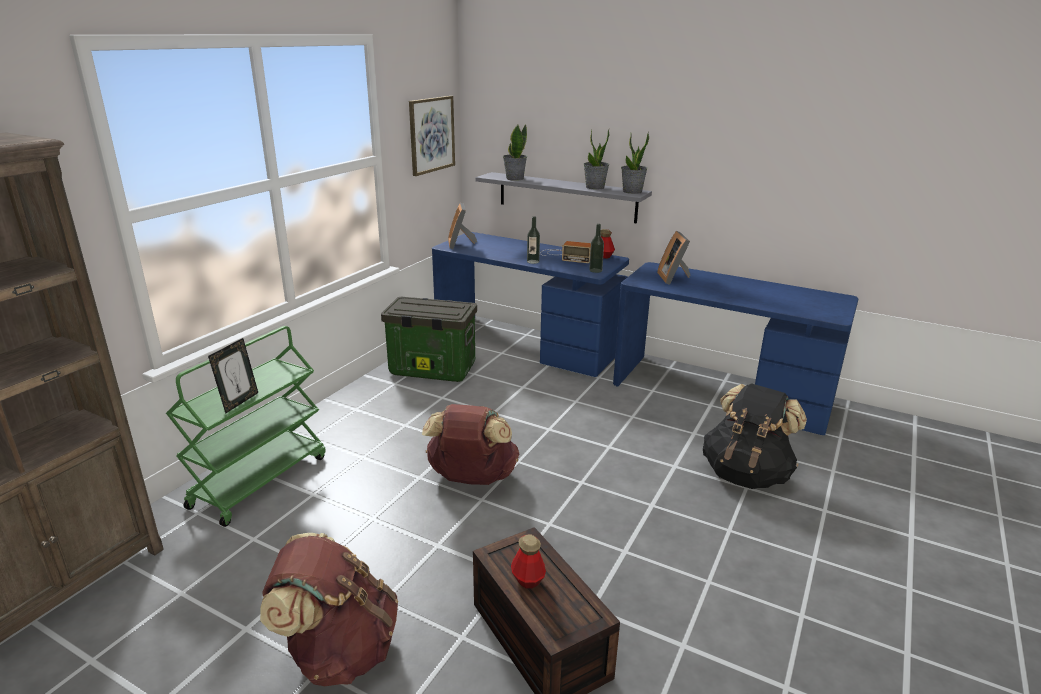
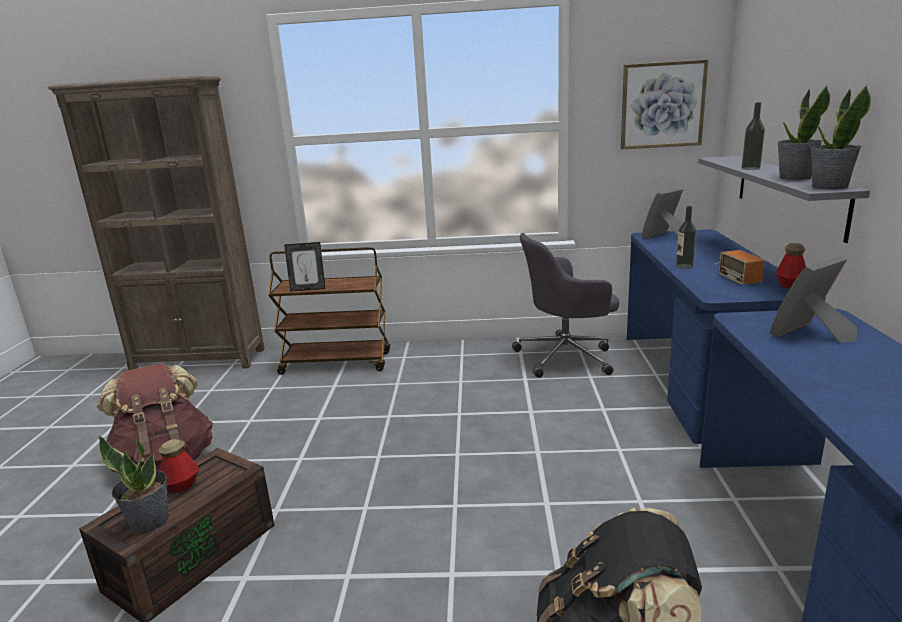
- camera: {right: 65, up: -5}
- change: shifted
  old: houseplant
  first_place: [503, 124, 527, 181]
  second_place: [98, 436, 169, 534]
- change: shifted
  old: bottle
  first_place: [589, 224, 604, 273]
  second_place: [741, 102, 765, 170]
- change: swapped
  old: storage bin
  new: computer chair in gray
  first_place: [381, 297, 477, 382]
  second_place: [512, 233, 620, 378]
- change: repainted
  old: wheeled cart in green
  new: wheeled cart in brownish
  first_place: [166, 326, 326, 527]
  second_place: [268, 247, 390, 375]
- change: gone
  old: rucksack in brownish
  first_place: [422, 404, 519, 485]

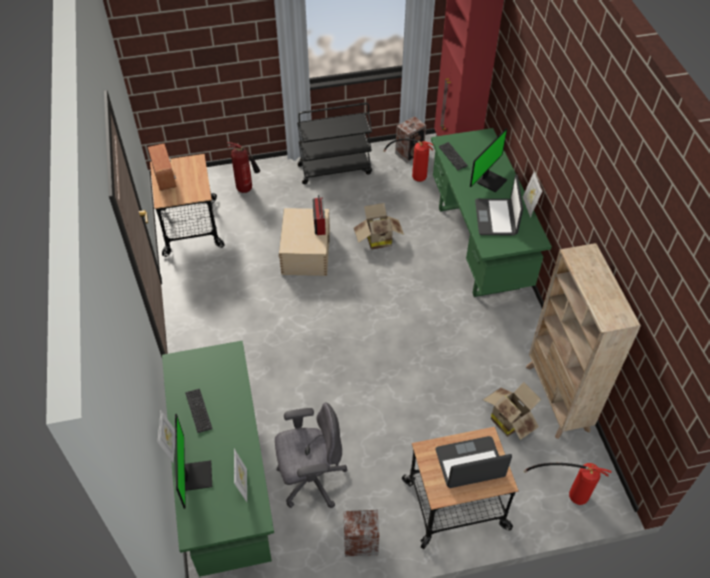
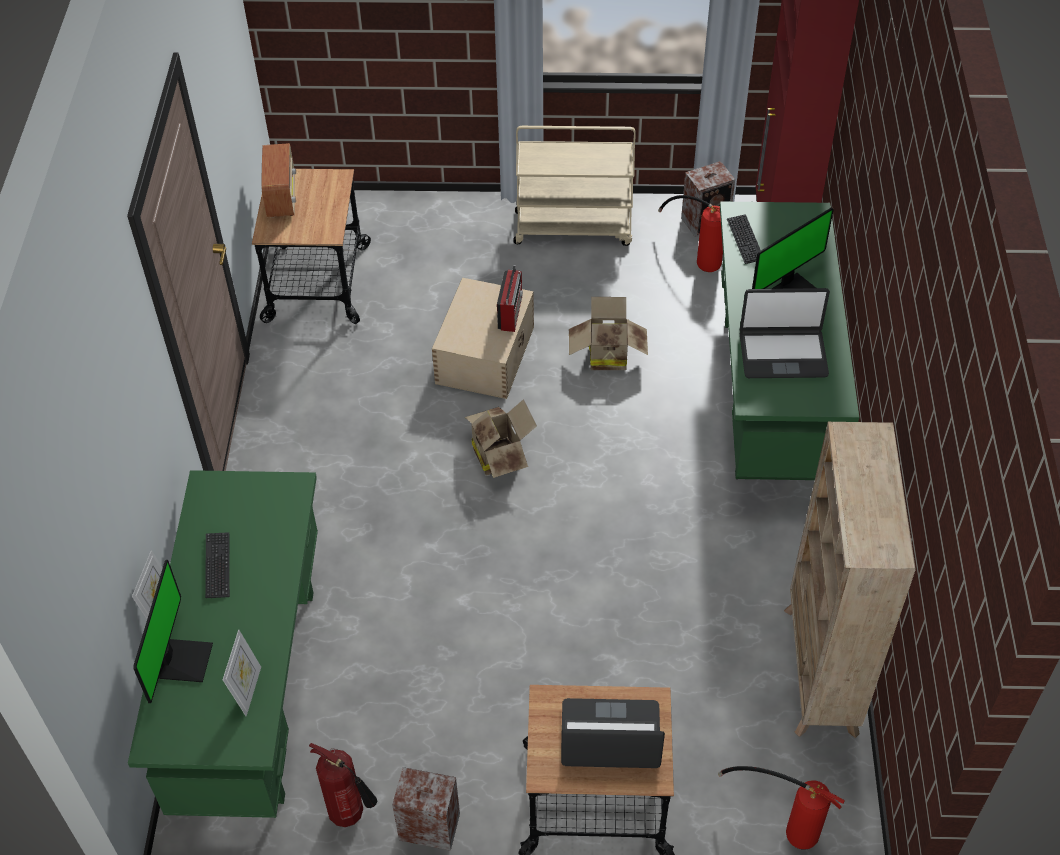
- camera: {right: 15, up: 0}
- change: repainted
  old: wheeled cart in black
  new: wheeled cart in beige-coloured
  first_place: [297, 103, 372, 184]
  second_place: [513, 126, 636, 246]
- change: shifted
  old: fire-fighting cylinder
  first_place: [227, 142, 260, 193]
  second_place: [309, 743, 377, 827]
- change: gone
  old: photo frame
  first_place: [523, 172, 542, 217]
- change: rotated
  old: laptop
  first_place: [475, 174, 523, 235]
  second_place: [740, 288, 830, 378]
  degrees: -105
- change: shifted
  old: packing box
  first_place: [483, 382, 541, 440]
  second_place: [465, 399, 537, 478]
- change: gone
  old: computer chair in gray
  first_place: [275, 403, 347, 508]

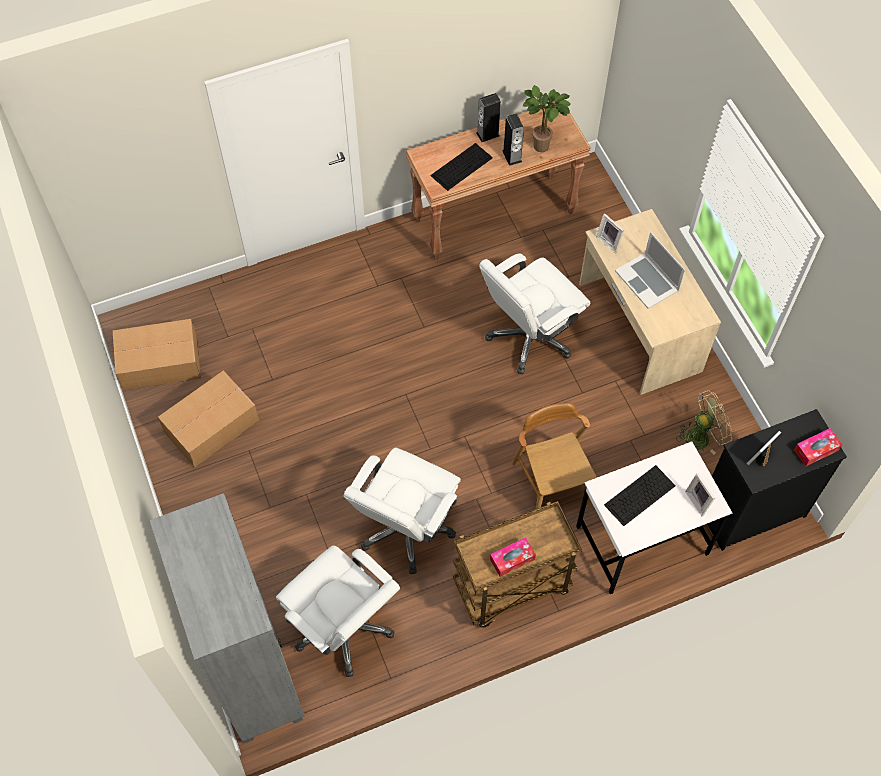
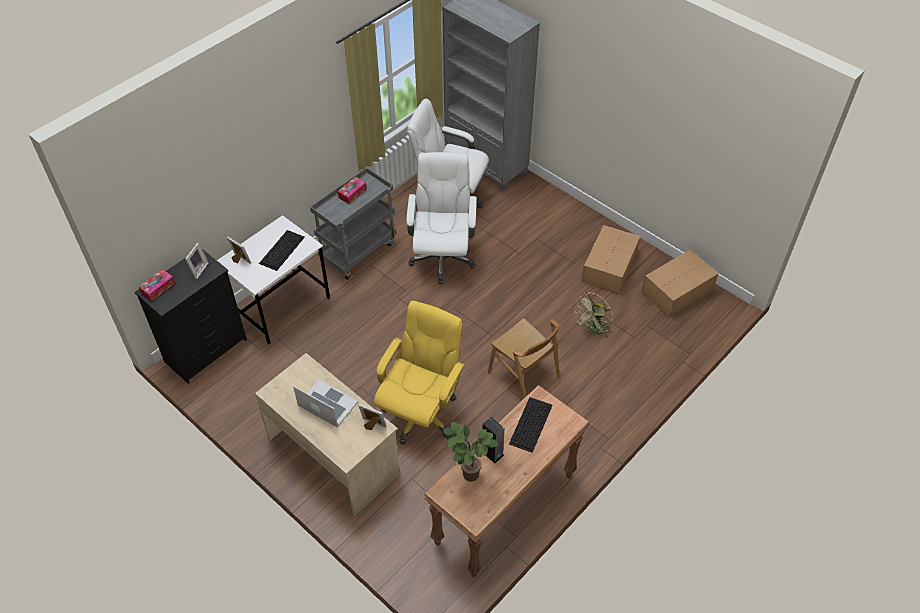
- camera: {right: 155, up: -10}
- change: gone
  old: audio speaker
  first_place: [476, 93, 501, 142]
- change: repainted
  old: computer chair in white-coloured
  new: computer chair in yellowish
  first_place: [479, 253, 591, 374]
  second_place: [374, 301, 465, 445]
- change: shifted
  old: electric fan in green
  first_place: [676, 390, 733, 454]
  second_place: [574, 292, 613, 338]
- change: shifted
  old: plain chair in brownish
  first_place: [512, 403, 597, 509]
  second_place: [488, 318, 560, 398]
- change: repainted
  old: wheeled cart in brownish
  new: wheeled cart in gray
  first_place: [453, 501, 582, 627]
  second_place: [310, 167, 397, 280]

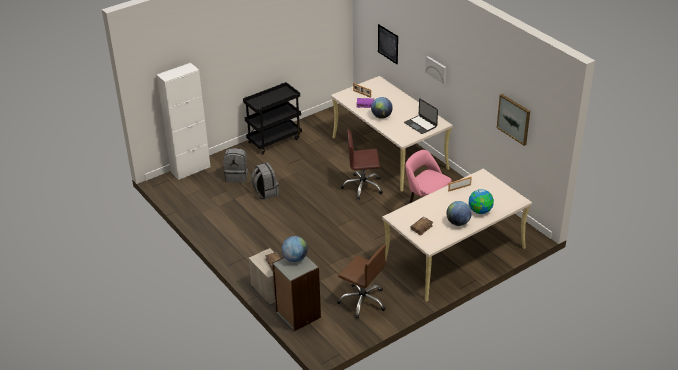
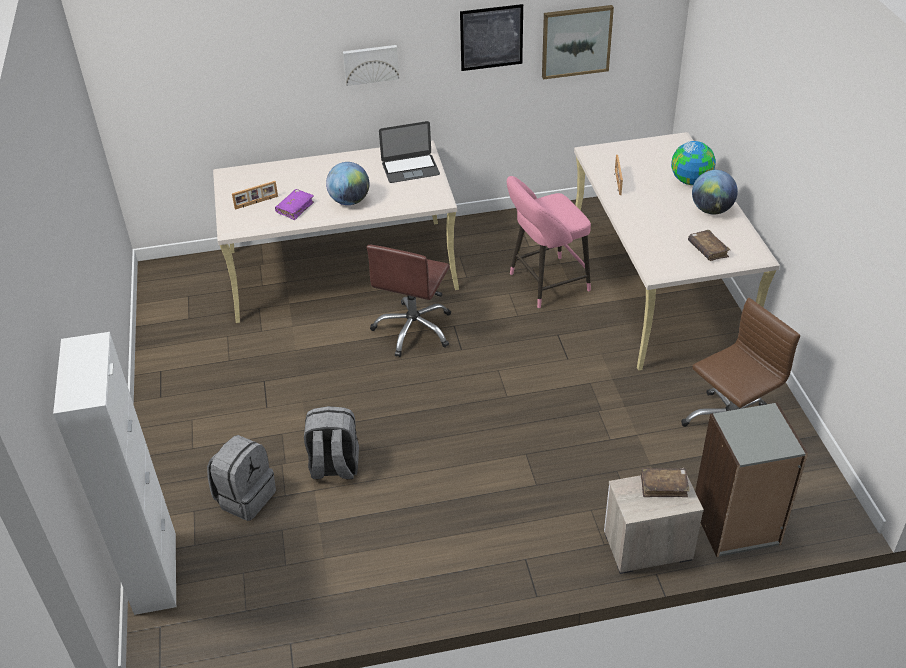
- camera: {right: -65, up: 5}
- change: shifted
  old: wall art
  first_place: [378, 24, 398, 64]
  second_place: [460, 4, 523, 71]
- change: gone
  old: wheeled cart in black
  first_place: [243, 82, 302, 155]
- change: gone
  old: world globe
  first_place: [282, 236, 308, 262]

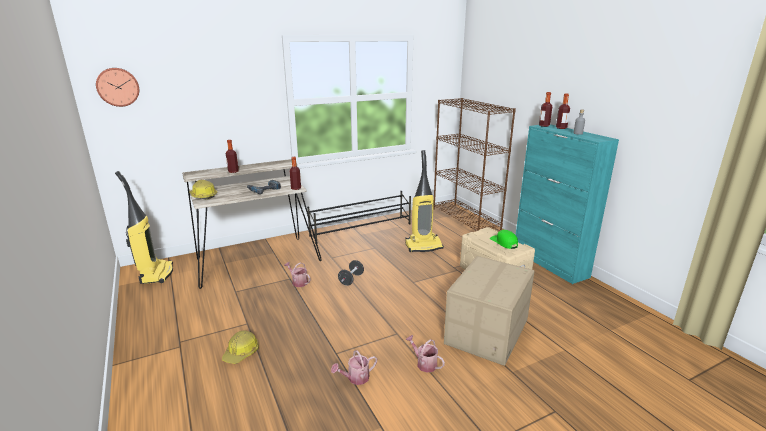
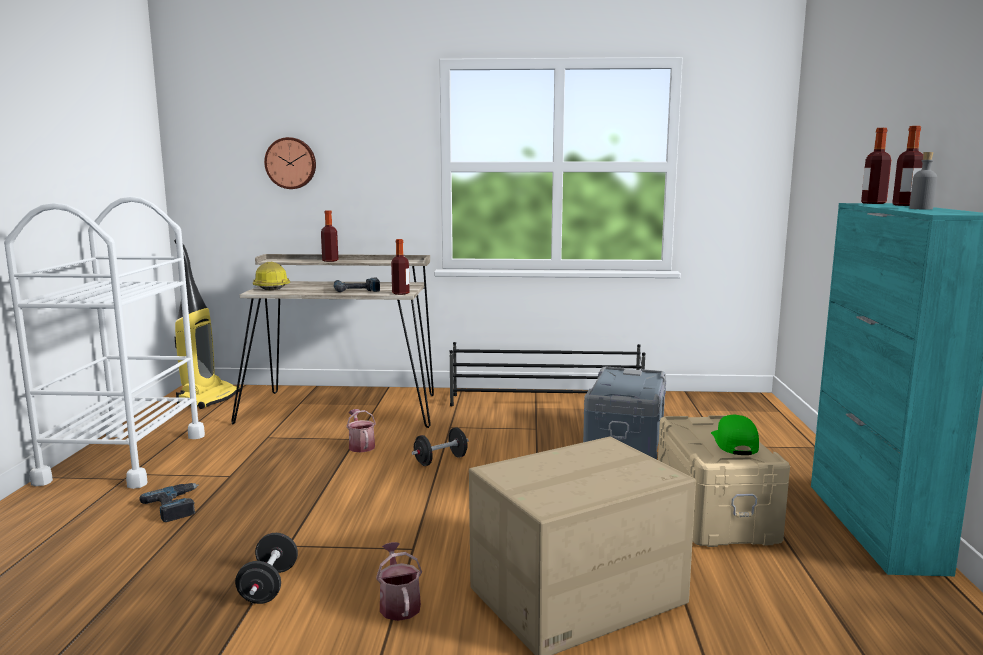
- camera: {right: 30, up: -10}
- change: shifted
  old: clock on the wall
  first_place: [96, 68, 139, 107]
  second_place: [264, 137, 316, 189]
- change: gone
  old: bookshelf in brownish
  first_place: [433, 98, 516, 231]
- change: swapped
  old: hoover
  new: storage bin in gray
  first_place: [405, 150, 444, 252]
  second_place: [583, 367, 666, 460]
- change: swapped
  old: hard hat
  new: electric drill
  first_place: [222, 330, 259, 364]
  second_place: [139, 483, 199, 522]
- change: swapped
  old: watering pot
  new: free weight in black
  first_place: [331, 350, 377, 385]
  second_place: [235, 533, 298, 604]
- change: new
  new: wheeled cart in white-coloured
  second_place: [4, 196, 205, 489]

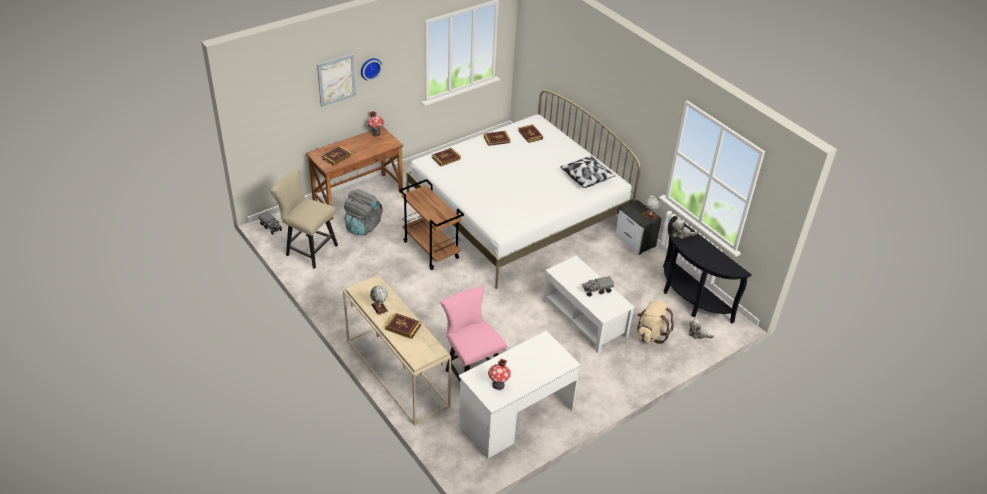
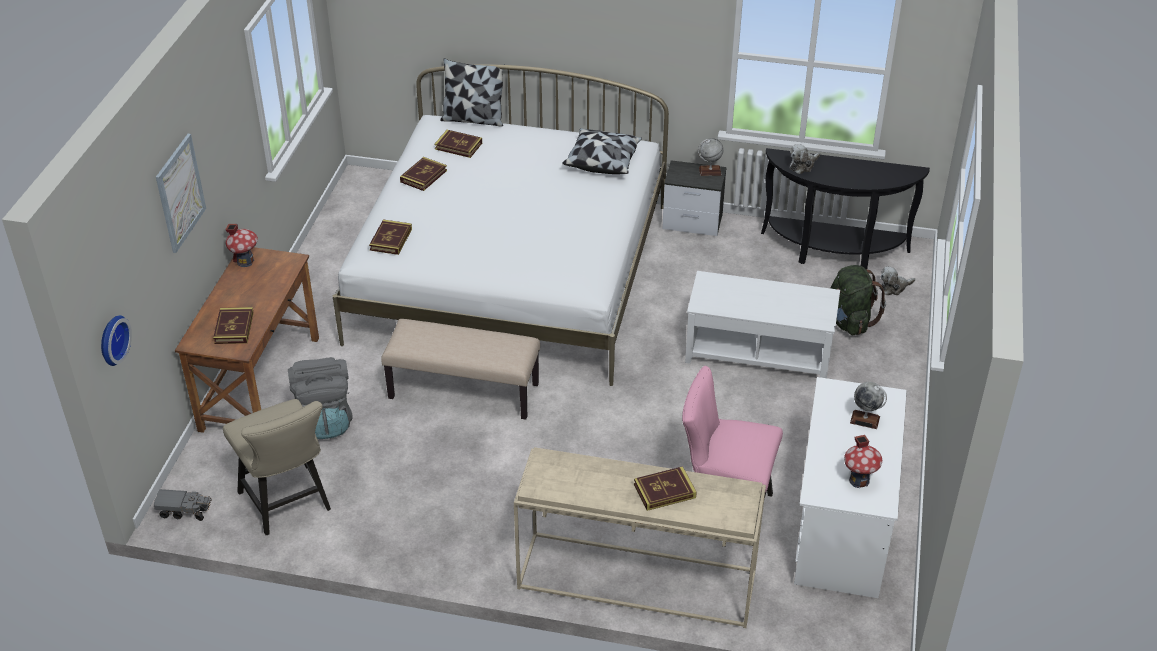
- camera: {right: -40, up: 0}
- change: shifted
  old: clock on the wall
  first_place: [361, 58, 382, 81]
  second_place: [101, 315, 132, 366]
- change: rotated
  old: plain chair in beige-coloured
  first_place: [270, 168, 338, 269]
  second_place: [223, 399, 331, 536]
  degrees: -105
- change: swapped
  old: wheeled cart in brownish
  new: long seat in beige-coloured
  first_place: [399, 179, 464, 270]
  second_place: [381, 319, 540, 420]
- change: gone
  old: toy truck
  first_place: [582, 276, 614, 297]
- change: shifted
  old: world globe
  first_place: [370, 285, 388, 315]
  second_place: [850, 382, 887, 429]
- change: repainted
  old: rucksack in beige-coloured
  new: rucksack in green
  first_place: [637, 300, 674, 344]
  second_place: [830, 265, 886, 335]
- change: new
  new: pillow
  second_place: [440, 58, 505, 127]

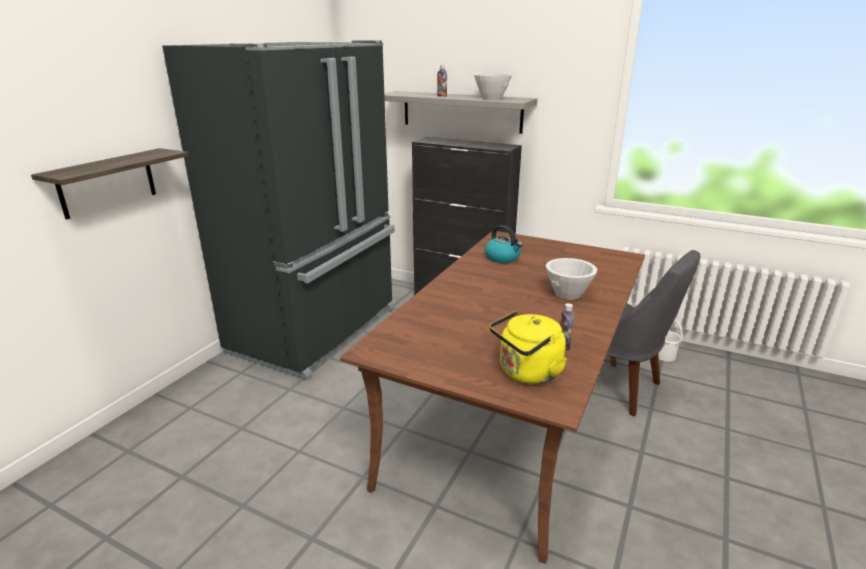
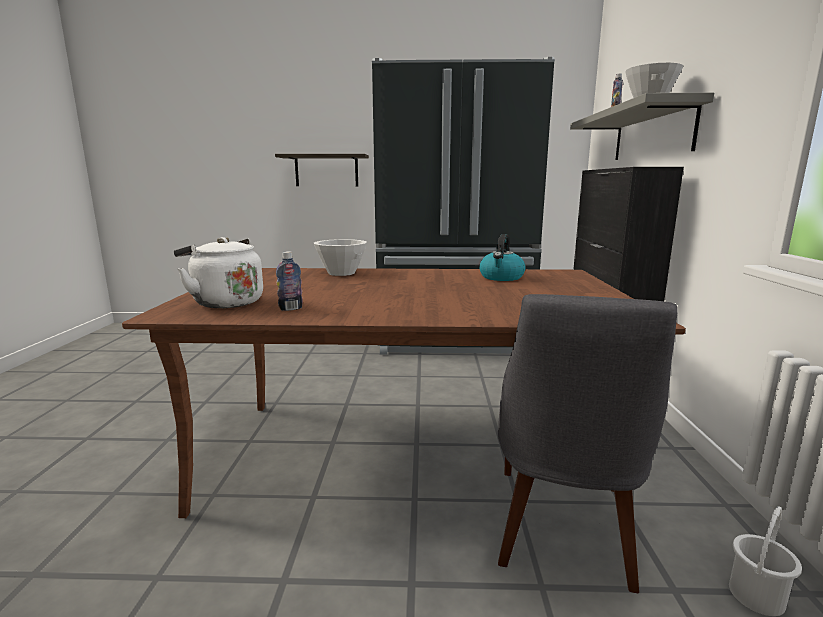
- camera: {right: 65, up: -10}
- change: shifted
  old: deep dish in white-coloured
  first_place: [546, 258, 597, 300]
  second_place: [314, 239, 367, 276]
- change: repainted
  old: tea kettle in yellowish
  new: tea kettle in white-coloured
  first_place: [489, 311, 567, 384]
  second_place: [174, 237, 263, 308]

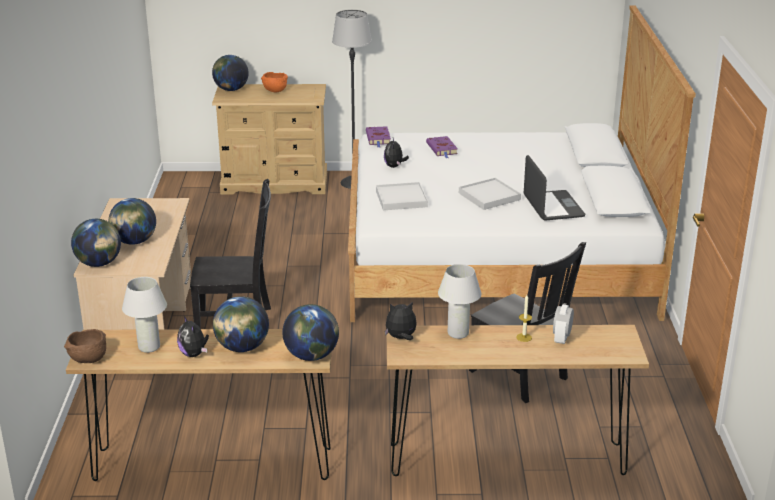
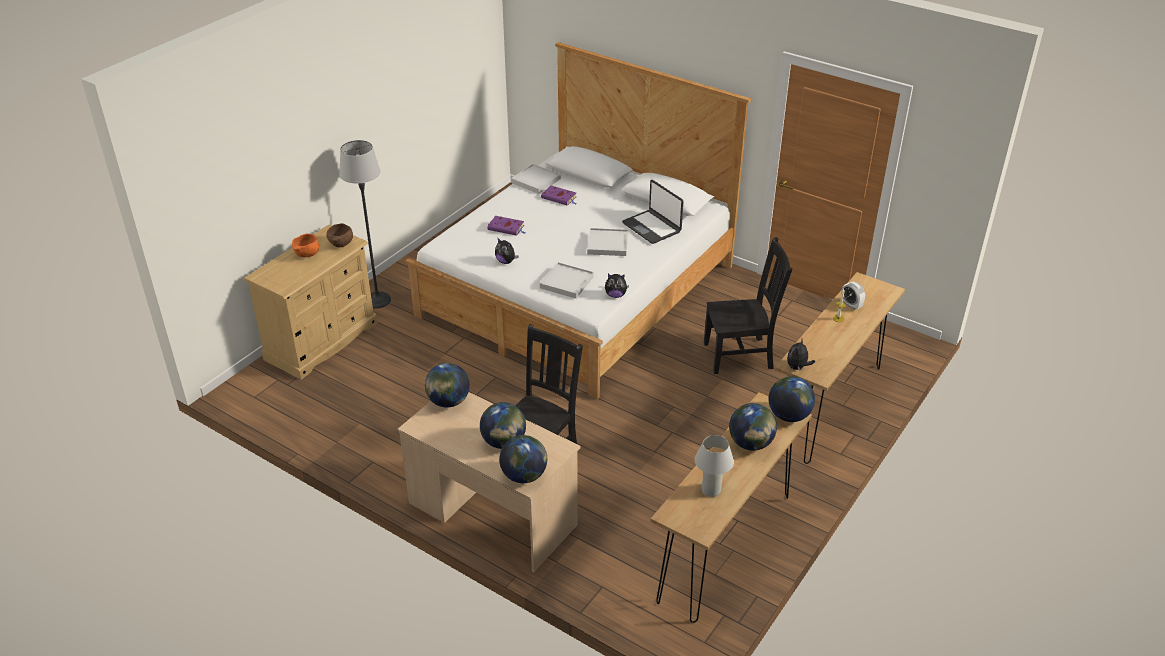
- camera: {right: -55, up: 10}
- change: shifted
  old: world globe
  first_place: [212, 55, 249, 91]
  second_place: [425, 363, 470, 407]
- change: shifted
  old: book in purple-coloured
  first_place: [366, 126, 391, 147]
  second_place: [541, 186, 577, 206]
- change: rotated
  old: laptop
  first_place: [523, 155, 585, 221]
  second_place: [622, 180, 684, 244]
  degrees: -150
- change: gone
  old: lamp for a table in white-coloured
  first_place: [438, 264, 481, 339]
- change: shifted
  old: cuddly toy
  first_place: [177, 316, 209, 357]
  second_place: [605, 274, 629, 298]
- change: shifted
  old: deep dish in brownish
  first_place: [64, 329, 106, 363]
  second_place: [326, 223, 353, 247]
- change: new
  new: serving tray in white-coloured
  second_place: [511, 164, 561, 194]

